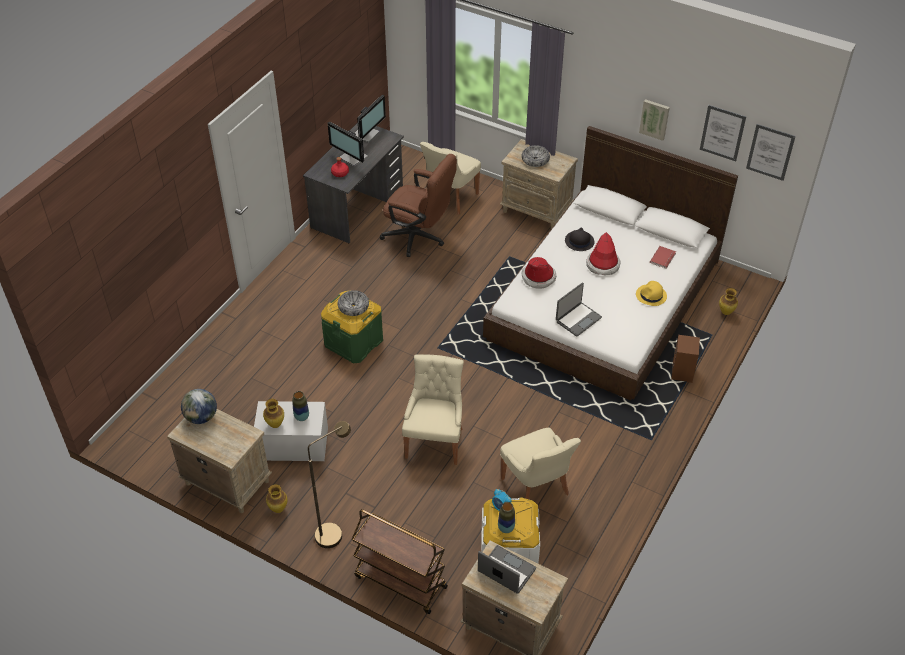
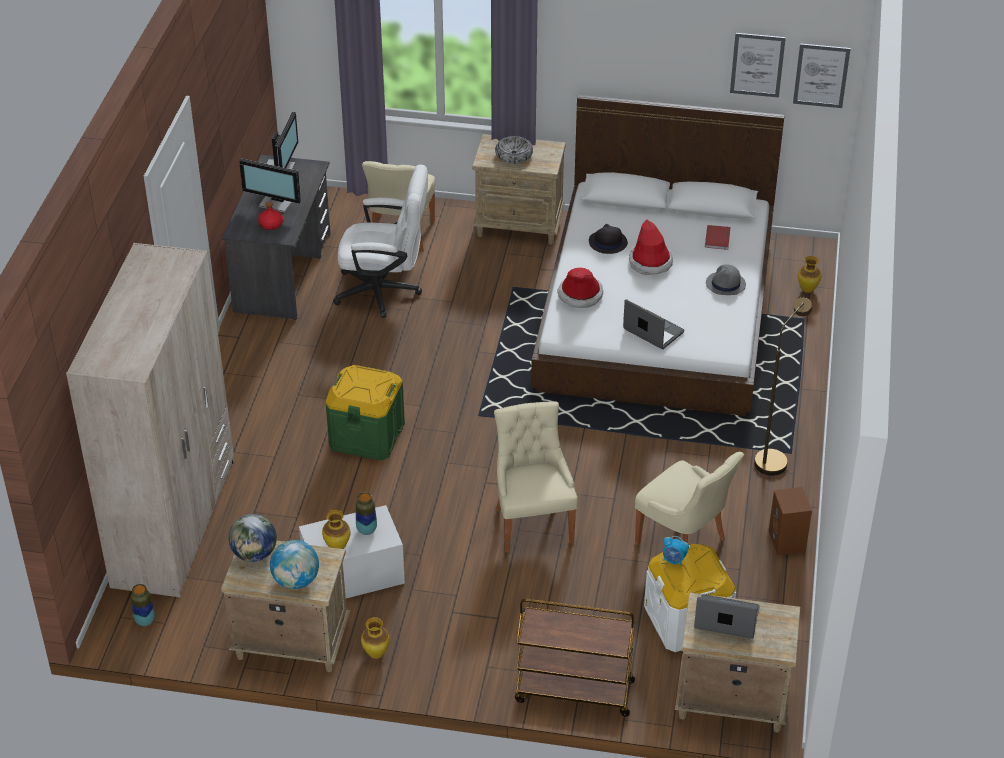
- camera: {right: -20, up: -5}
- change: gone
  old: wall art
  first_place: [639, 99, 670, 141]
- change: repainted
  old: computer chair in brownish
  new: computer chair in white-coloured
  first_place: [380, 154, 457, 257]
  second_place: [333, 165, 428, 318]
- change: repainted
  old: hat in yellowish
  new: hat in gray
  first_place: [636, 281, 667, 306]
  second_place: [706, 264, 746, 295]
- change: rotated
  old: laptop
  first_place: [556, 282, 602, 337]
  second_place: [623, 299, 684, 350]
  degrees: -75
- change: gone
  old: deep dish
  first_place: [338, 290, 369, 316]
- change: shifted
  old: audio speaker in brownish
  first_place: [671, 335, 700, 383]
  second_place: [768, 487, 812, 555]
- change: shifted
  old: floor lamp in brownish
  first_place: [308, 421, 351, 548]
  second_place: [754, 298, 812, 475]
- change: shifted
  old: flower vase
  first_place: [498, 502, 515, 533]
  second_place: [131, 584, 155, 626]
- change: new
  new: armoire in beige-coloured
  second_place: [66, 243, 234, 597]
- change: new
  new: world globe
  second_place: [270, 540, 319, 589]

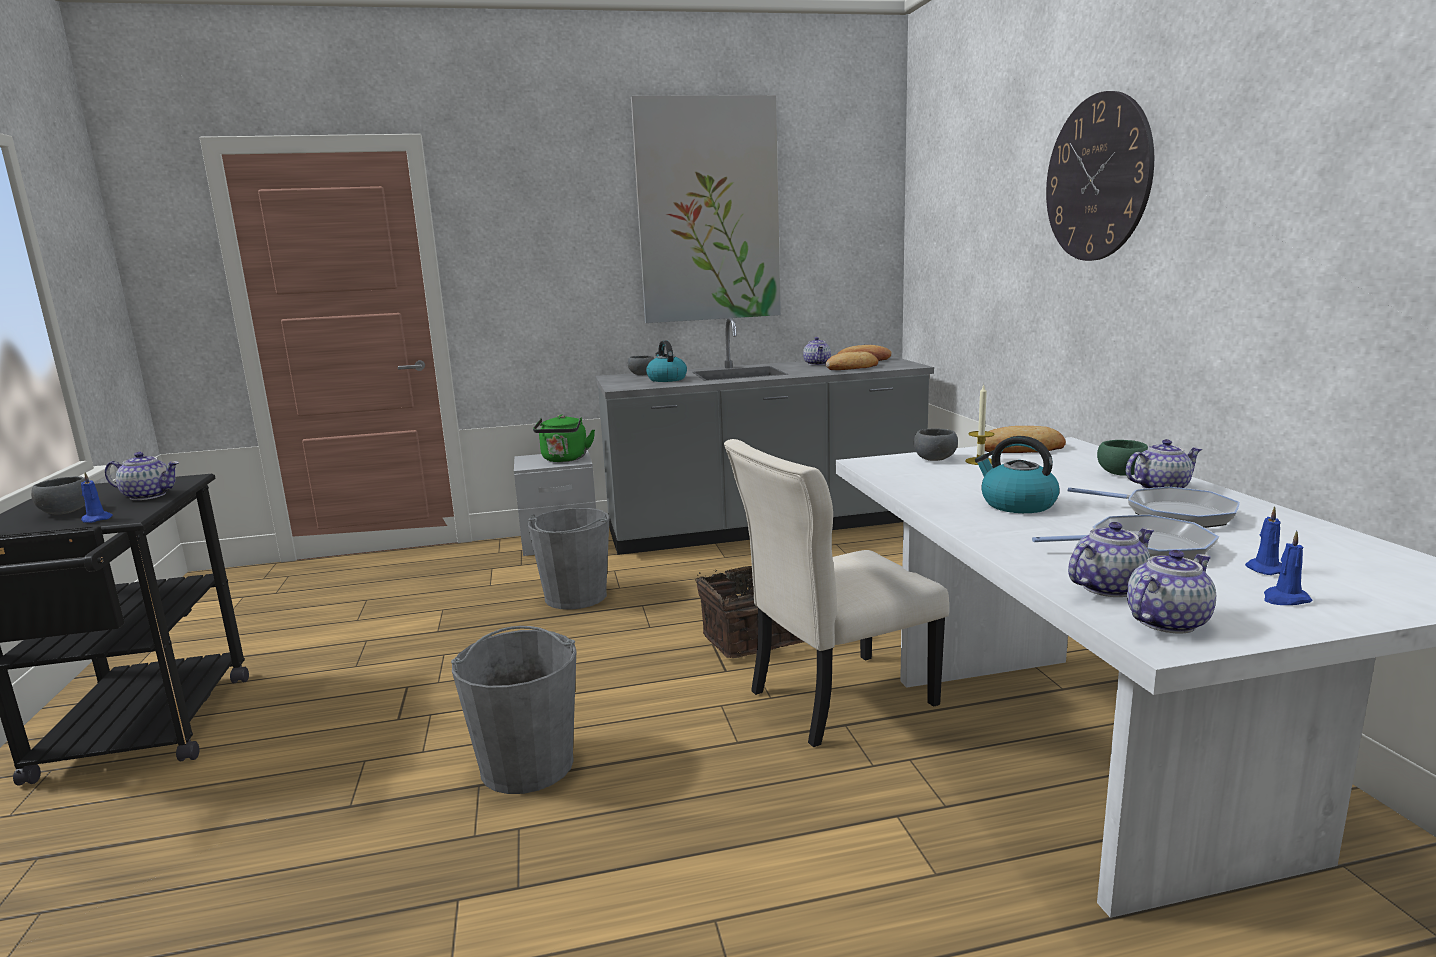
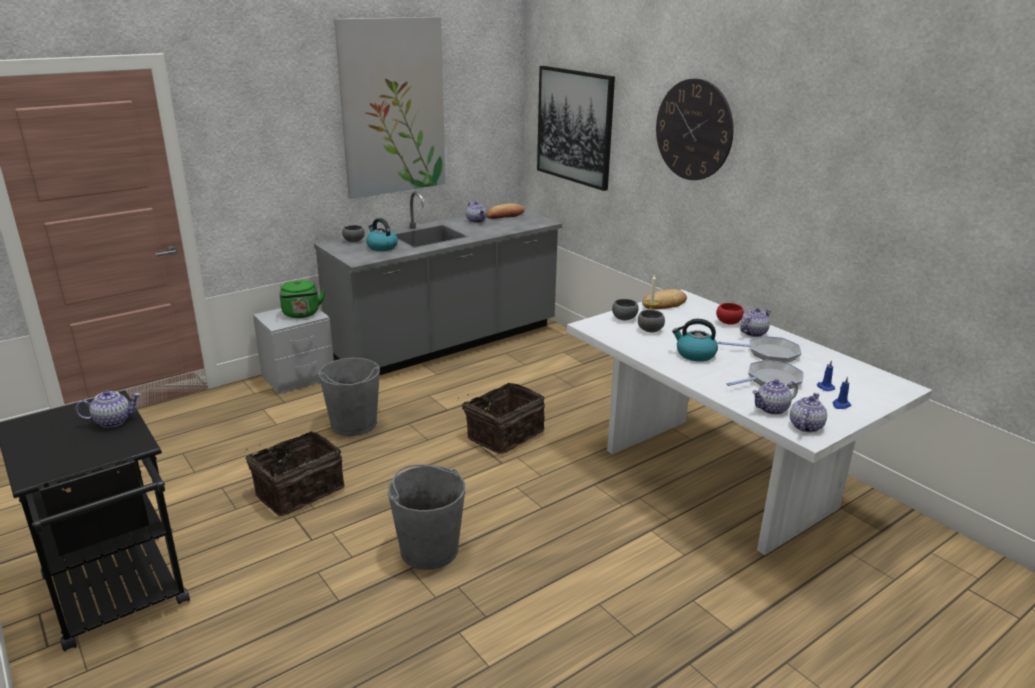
- camera: {right: -25, up: 10}
- change: gone
  old: baked bread
  first_place: [826, 352, 878, 370]
- change: gone
  old: plain chair in beige-coloured
  first_place: [724, 439, 949, 747]
- change: repainted
  old: deep dish in green
  new: deep dish in reddish
  first_place: [1097, 440, 1148, 476]
  second_place: [716, 303, 744, 325]
- change: gone
  old: candle in blue-coloured
  first_place: [81, 472, 113, 523]
- change: shifted
  old: deep dish in gray
  first_place: [31, 476, 85, 514]
  second_place: [638, 310, 665, 333]
- change: rotated
  old: pot for tea
  first_place: [1068, 522, 1154, 597]
  second_place: [752, 379, 798, 415]
  degrees: -150
- change: new
  new: wall art
  second_place: [537, 66, 615, 191]
- change: new
  new: household basket
  second_place: [245, 431, 344, 516]

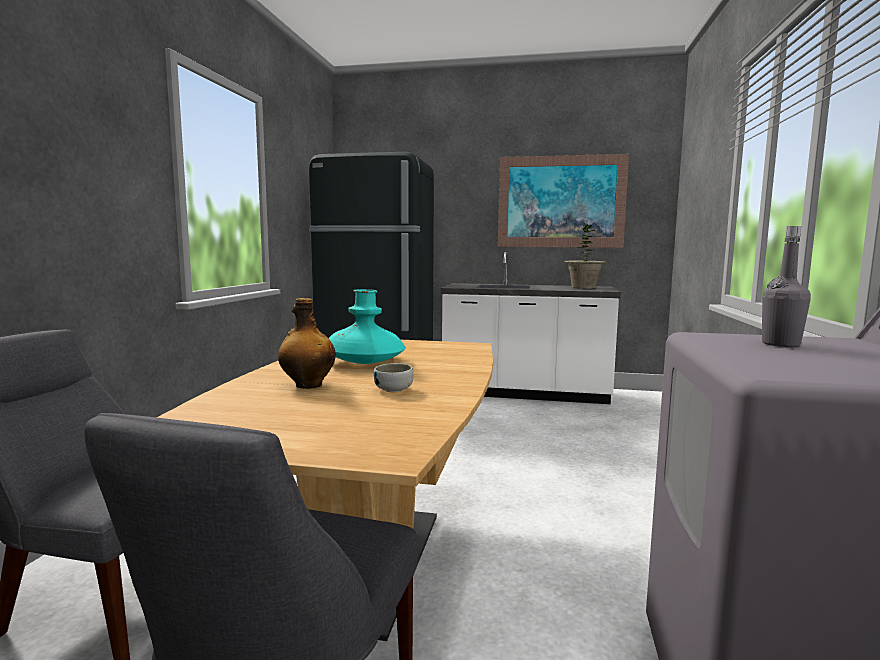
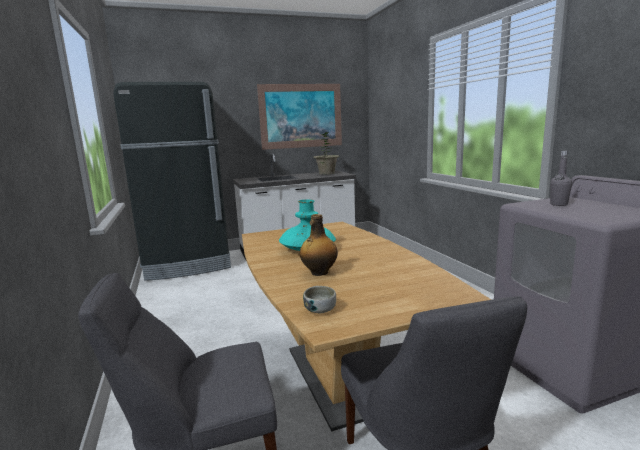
- camera: {right: -30, up: 5}
- change: shifted
  old: deep dish
  first_place: [374, 363, 414, 393]
  second_place: [303, 286, 336, 313]

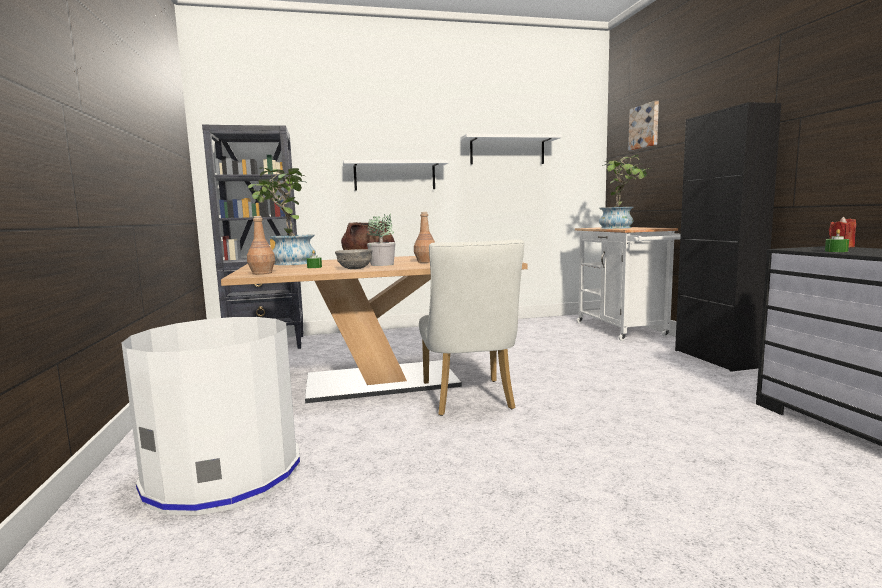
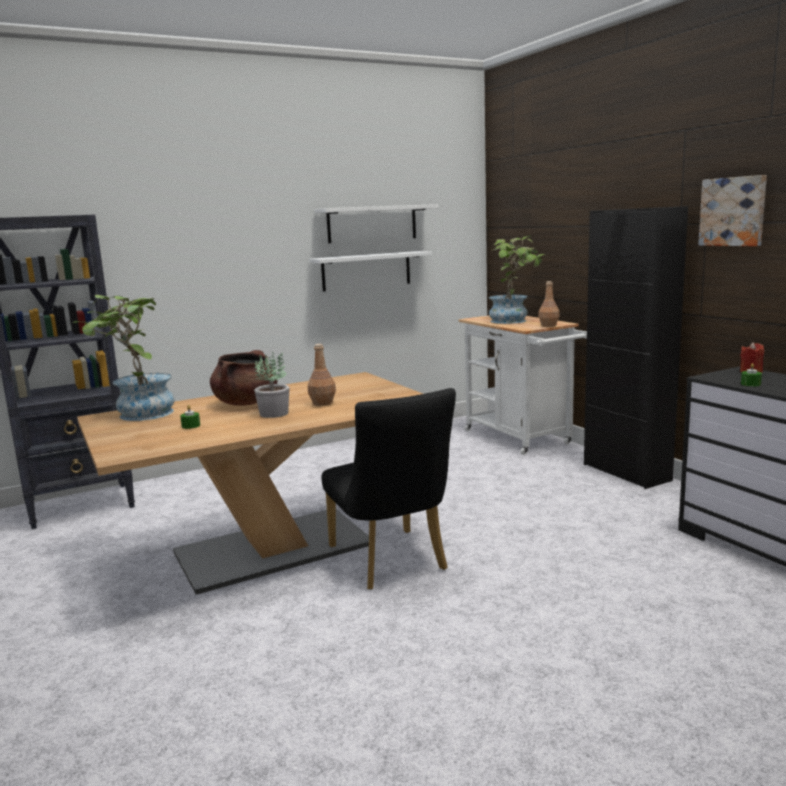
- camera: {right: -15, up: 5}
- change: shifted
  old: wall art
  first_place: [628, 101, 659, 150]
  second_place: [698, 175, 767, 246]
- change: shifted
  old: bracket shelf in white-coloured
  first_place: [343, 160, 449, 191]
  second_place: [309, 251, 432, 292]
- change: shifted
  old: bottle in brownish
  first_place: [247, 216, 275, 274]
  second_place: [538, 281, 560, 327]
- change: repainted
  old: plain chair in white-coloured
  new: plain chair in black
  first_place: [419, 239, 524, 416]
  second_place: [321, 388, 456, 590]
- change: gone
  old: deep dish in gray
  first_place: [335, 249, 373, 269]
- change: gone
  old: trash can in white-coloured
  first_place: [122, 317, 300, 516]

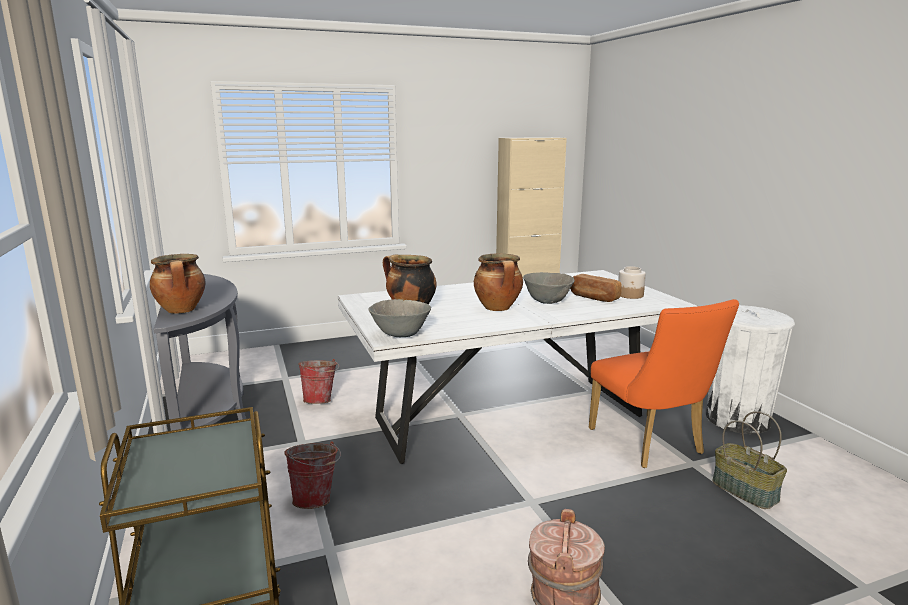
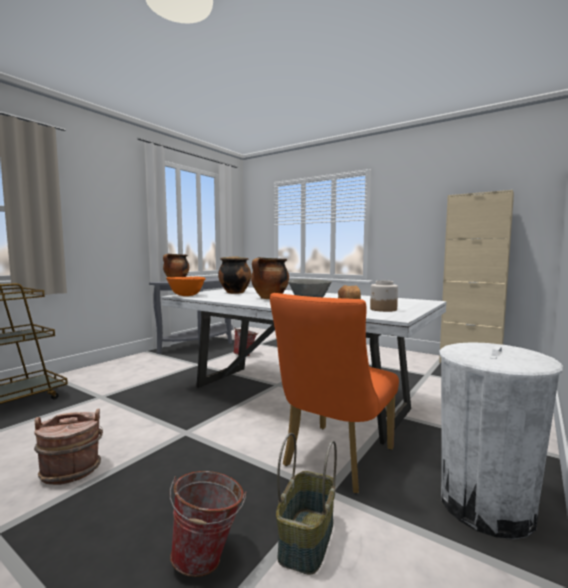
- camera: {right: 55, up: -10}
- change: repainted
  old: deep dish in gray
  new: deep dish in orange
  first_place: [368, 299, 431, 337]
  second_place: [166, 276, 206, 296]
- change: shifted
  old: bucket
  first_place: [285, 441, 341, 509]
  second_place: [170, 471, 246, 577]

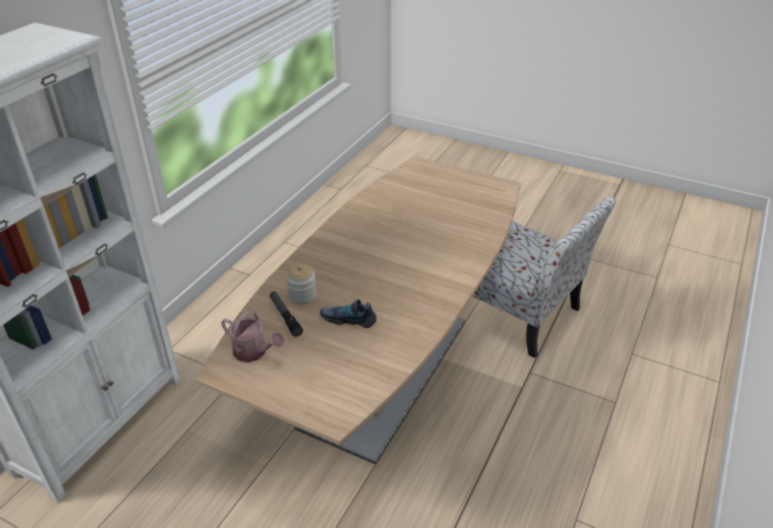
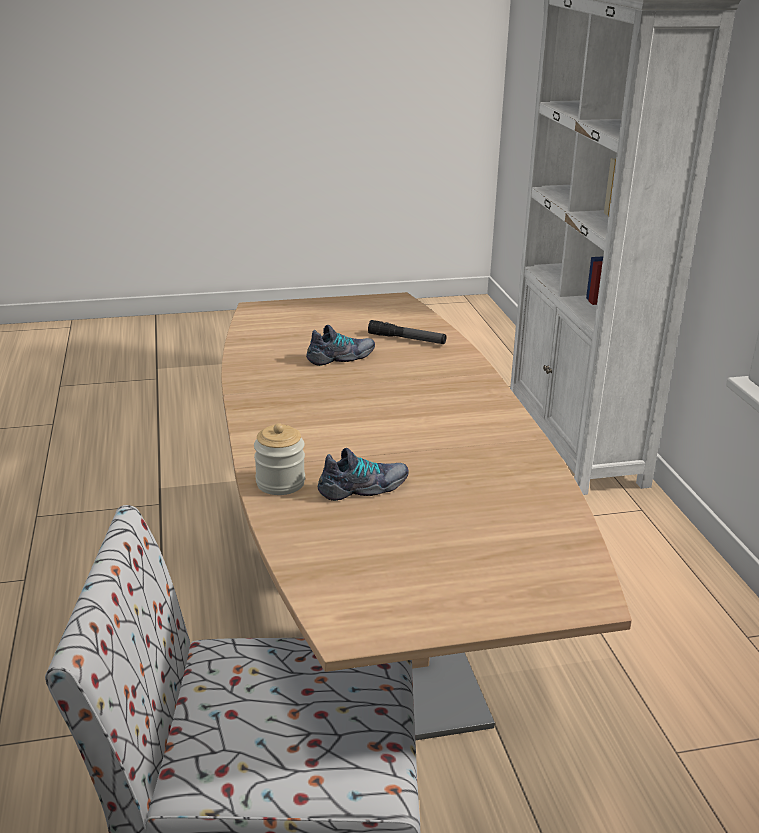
- camera: {right: 140, up: -10}
- change: shifted
  old: preserve jar
  first_place: [286, 264, 317, 305]
  second_place: [254, 423, 305, 495]
- change: gone
  old: watering pot
  first_place: [221, 311, 284, 363]
- change: new
  new: item of footwear
  second_place: [318, 448, 408, 501]

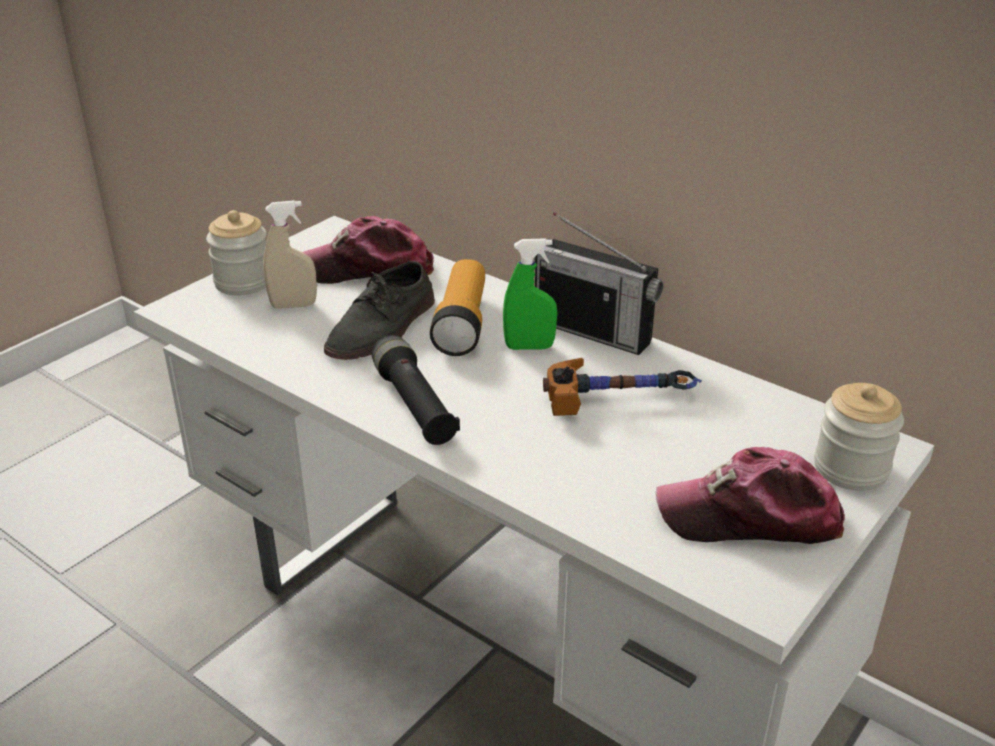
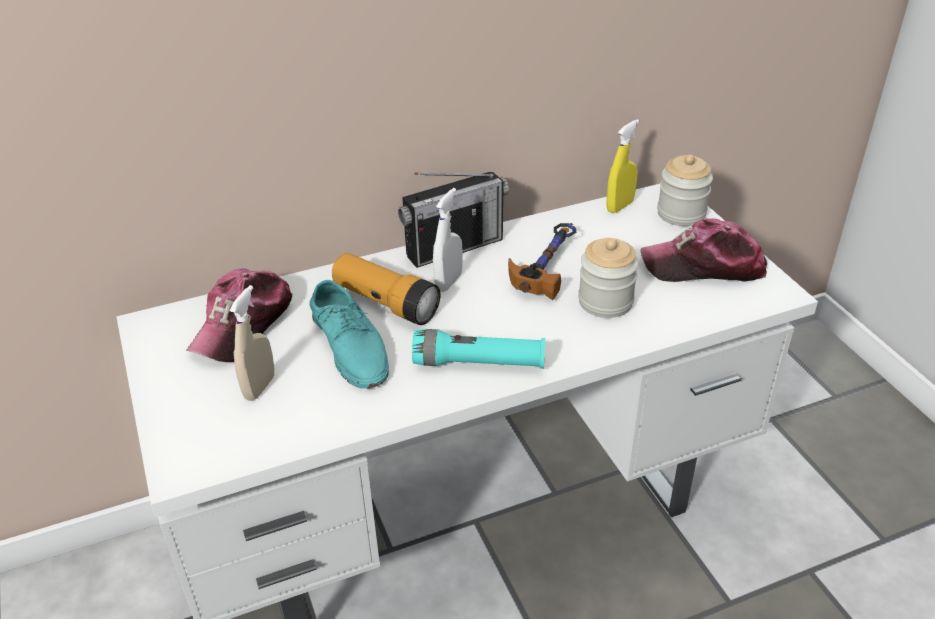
- camera: {right: -60, up: 5}
- change: shifted
  old: preserve jar
  first_place: [206, 210, 267, 295]
  second_place: [578, 238, 639, 318]
- change: repainted
  old: sprayer in green
  new: sprayer in white-coloured
  first_place: [503, 238, 557, 350]
  second_place: [433, 188, 463, 292]
- change: repainted
  old: item of footwear in gray
  new: item of footwear in turquoise
  first_place: [324, 261, 435, 360]
  second_place: [310, 280, 389, 389]
- change: repainted
  old: flashlight in black
  new: flashlight in turquoise
  first_place: [372, 335, 460, 445]
  second_place: [412, 329, 545, 369]
- change: rotated
  old: baseball cap
  first_place: [656, 447, 845, 544]
  second_place: [641, 218, 767, 282]
  degrees: 60
- change: new
  new: sprayer in yellowish
  second_place: [606, 119, 639, 213]

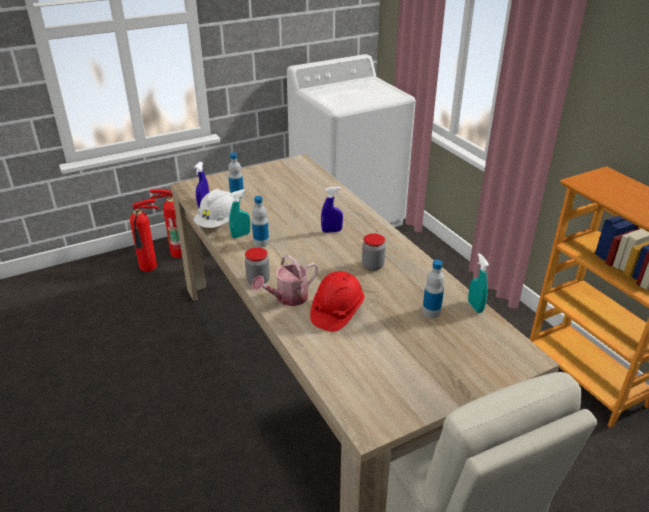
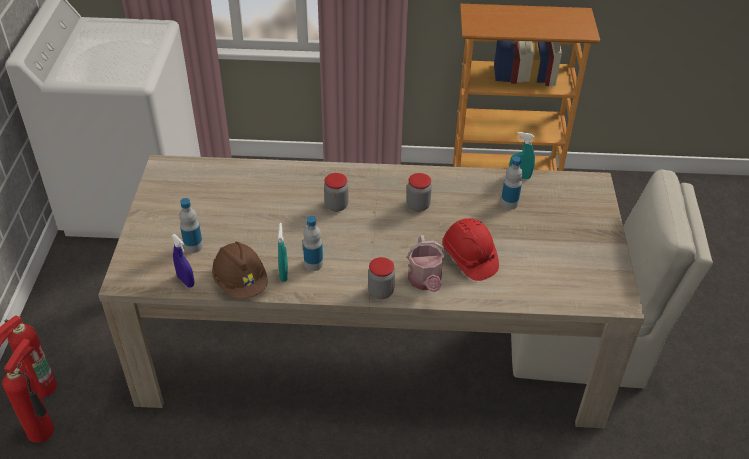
- camera: {right: -60, up: 10}
- change: swapped
  old: sprayer in blue-coloured
  new: preserve jar
  first_place: [321, 187, 343, 233]
  second_place: [324, 173, 348, 212]
- change: repainted
  old: hard hat in white-coloured
  new: hard hat in brownish
  first_place: [194, 189, 234, 228]
  second_place: [212, 242, 268, 299]

